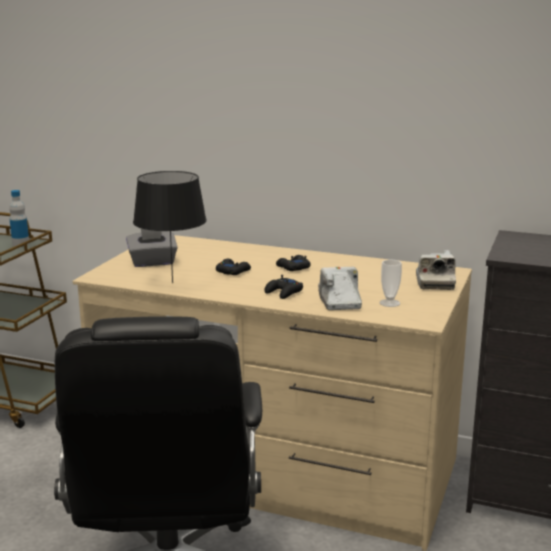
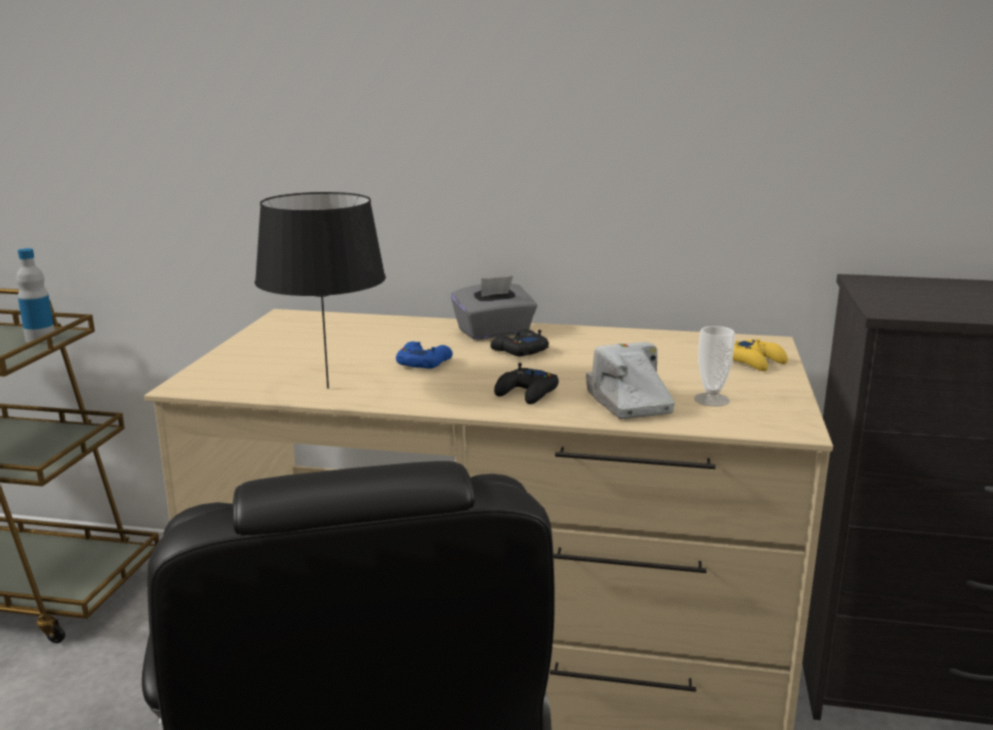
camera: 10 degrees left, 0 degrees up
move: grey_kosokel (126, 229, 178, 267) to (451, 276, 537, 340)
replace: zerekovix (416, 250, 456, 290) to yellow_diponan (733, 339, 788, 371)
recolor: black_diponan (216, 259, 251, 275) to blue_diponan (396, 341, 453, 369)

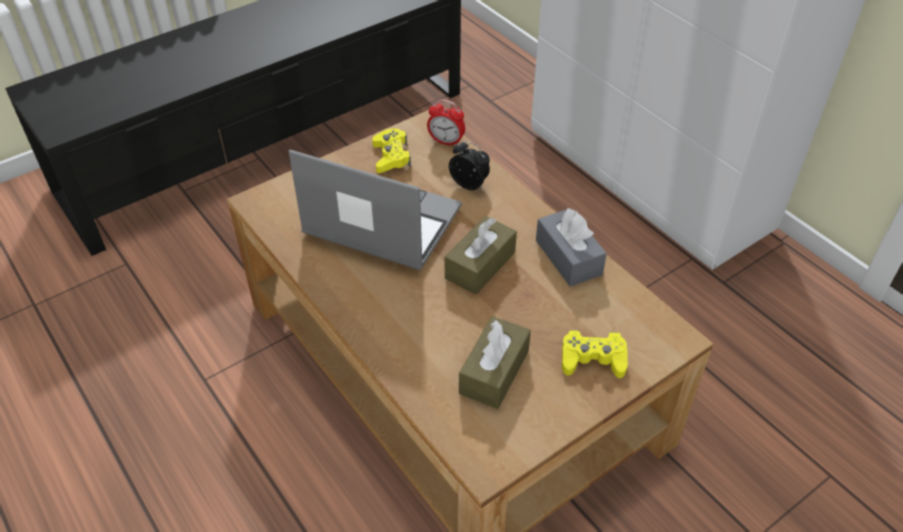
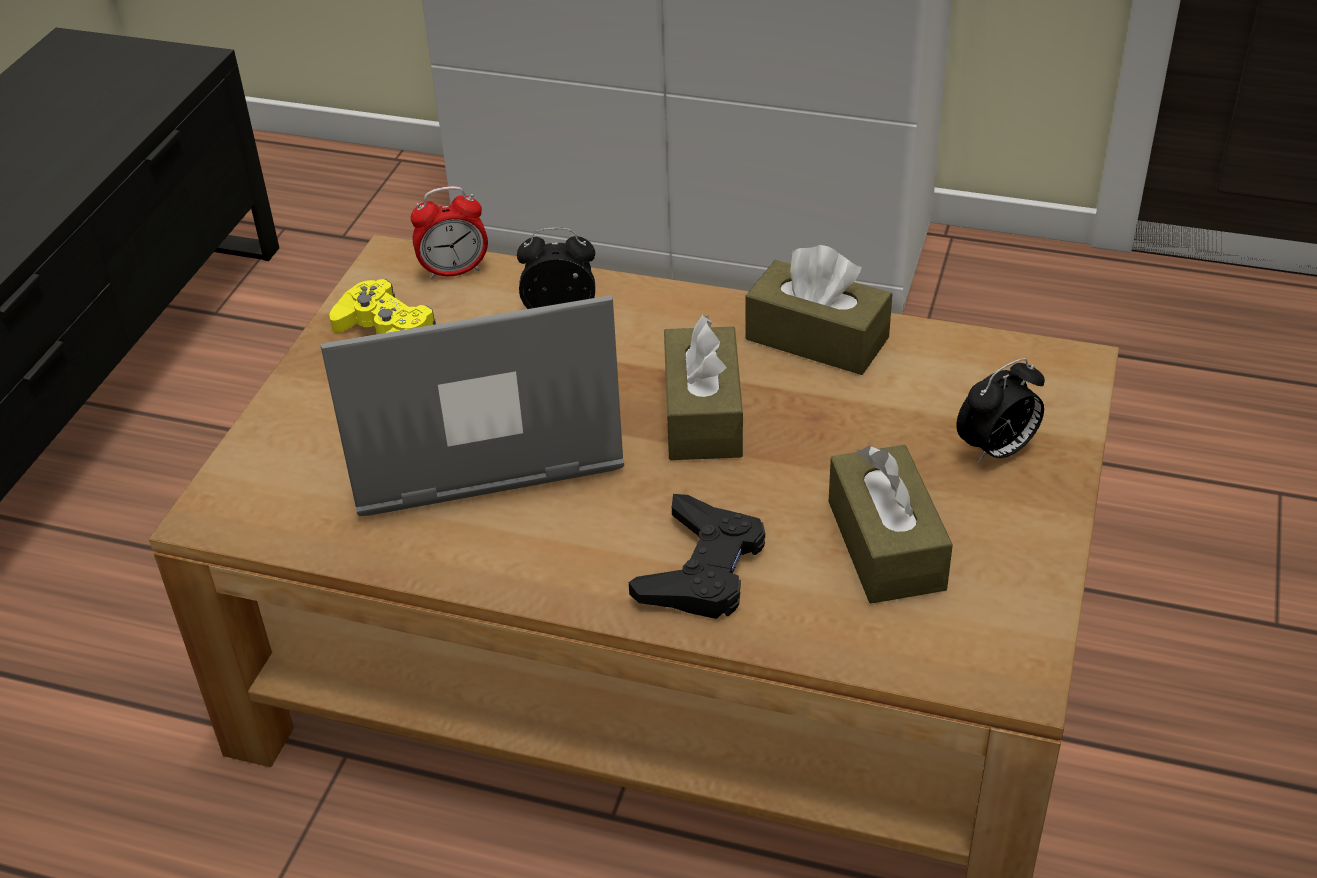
camera: 35 degrees left, 5 degrees down
insert: black_diponan (629, 494, 765, 619)
replace: yellow_diponan (562, 330, 628, 378) to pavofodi (957, 358, 1045, 464)
recolor: grey_kosokel (536, 208, 607, 287) to brown_kosokel (745, 245, 892, 375)

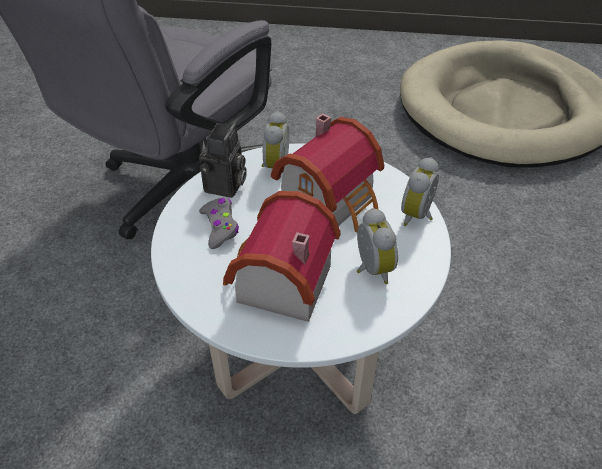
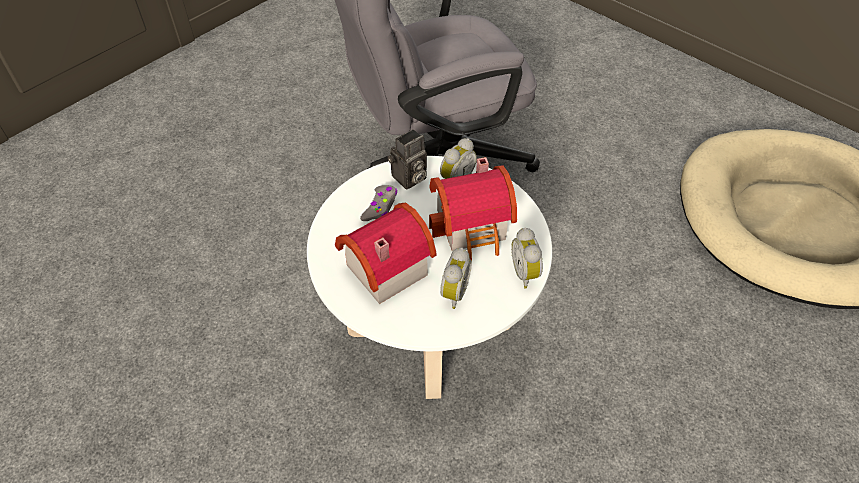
camera: 35 degrees right, 5 degrees up
rotate: pavofodi (401, 157, 439, 226) = (511, 228, 543, 289) 75 degrees counterclockwise

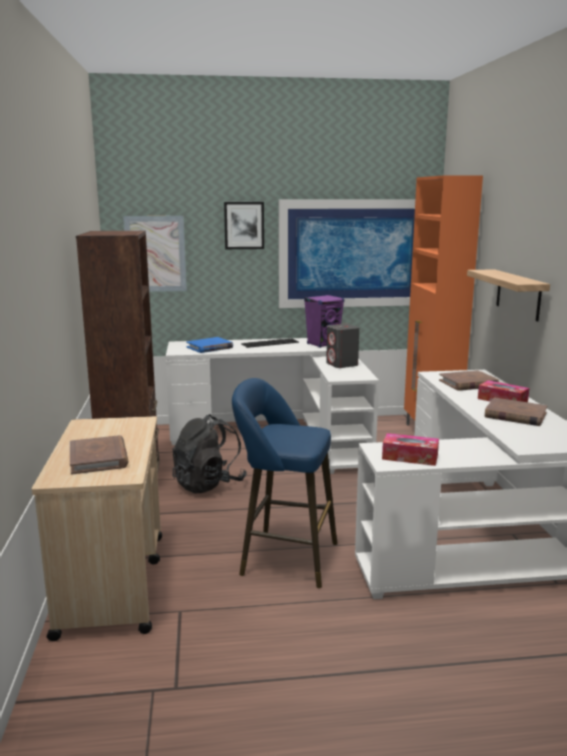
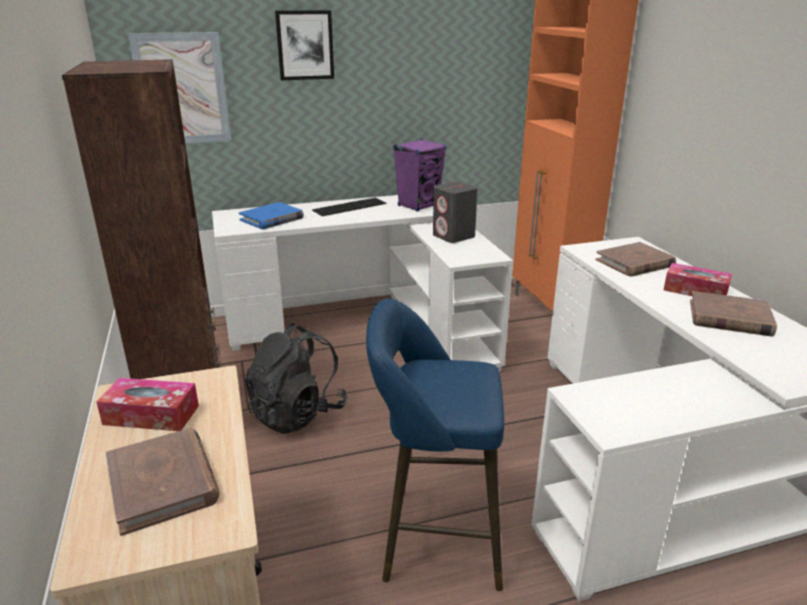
camera: 10 degrees left, 10 degrees up
delete: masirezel (278, 199, 415, 308); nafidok (467, 269, 550, 321)
move: kosokel (382, 433, 439, 466) to (96, 378, 199, 431)

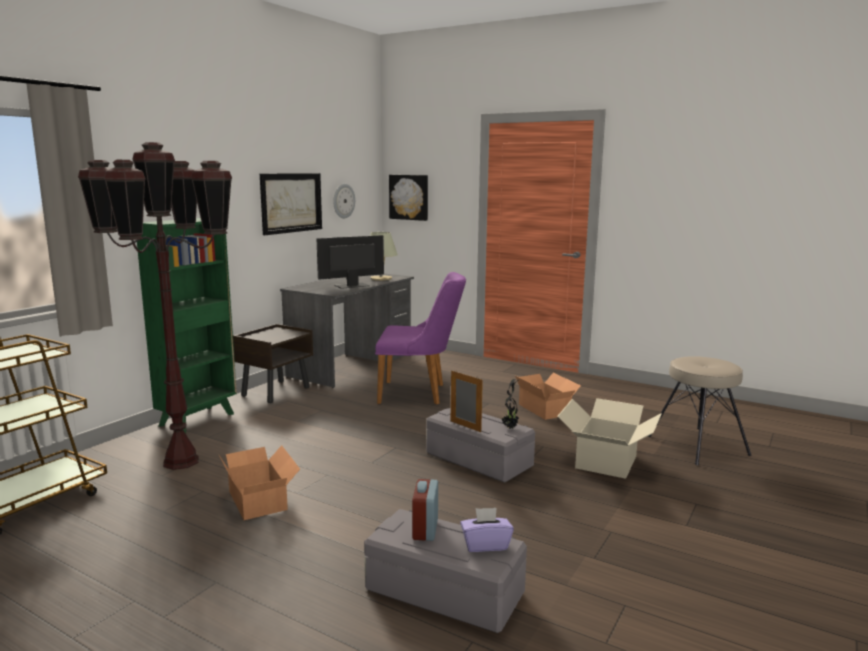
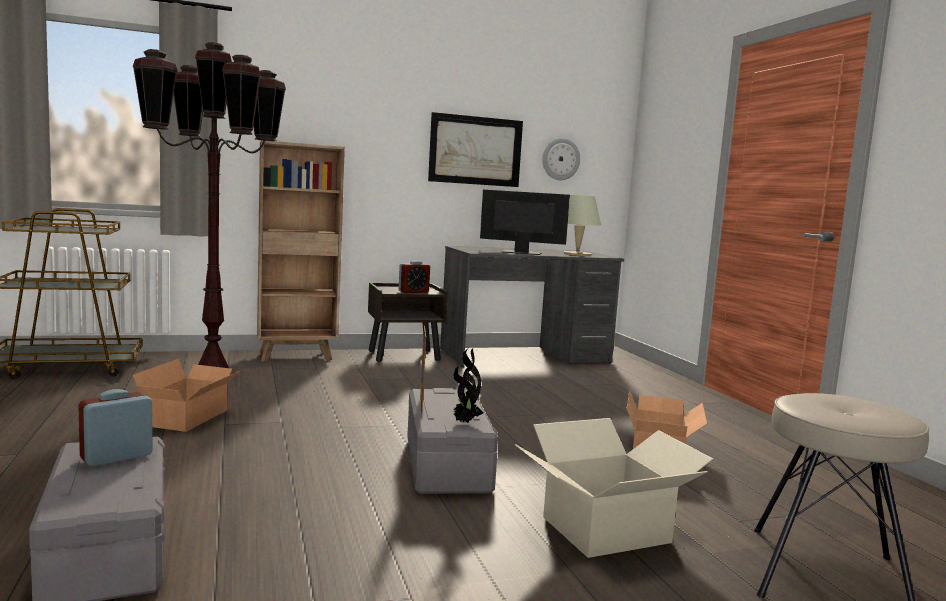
camera: 40 degrees right, 5 degrees down
delete: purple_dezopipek (375, 272, 466, 404); masirezel (389, 175, 428, 221); purple_kosokel (460, 508, 514, 552)
insert: pavofodi (399, 261, 430, 293)
recolor: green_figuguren (137, 218, 237, 434) to brown_figuguren (257, 140, 345, 362)

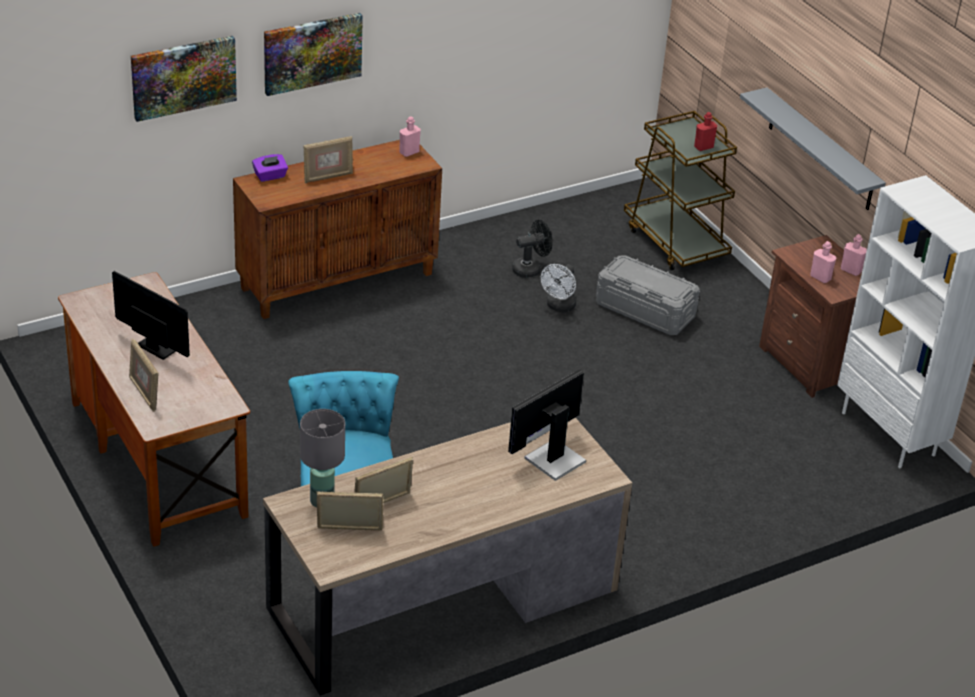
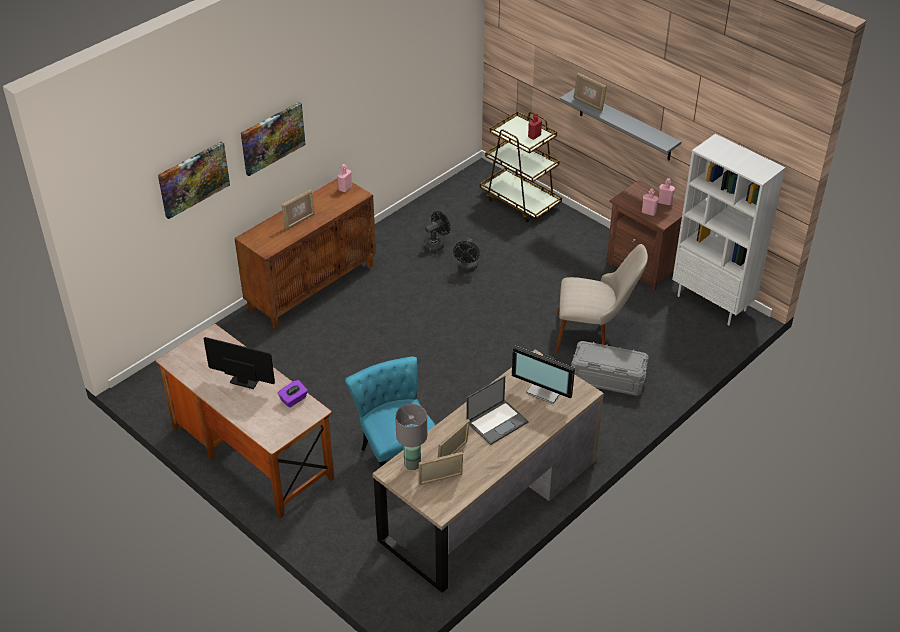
camera: 15 degrees left, 5 degrees up
insert: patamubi (466, 376, 528, 445); beige_dezopipek (555, 244, 648, 353)
move: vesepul (129, 339, 158, 412) to (573, 73, 607, 111); purple_kosokel (252, 154, 288, 182) to (278, 380, 308, 408); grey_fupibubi (596, 255, 700, 335) to (571, 341, 649, 396)
recolor: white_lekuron (541, 264, 576, 312) to black_lekuron (453, 238, 480, 272)
rotate: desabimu (508, 369, 586, 481) = (512, 346, 575, 404) 90 degrees counterclockwise

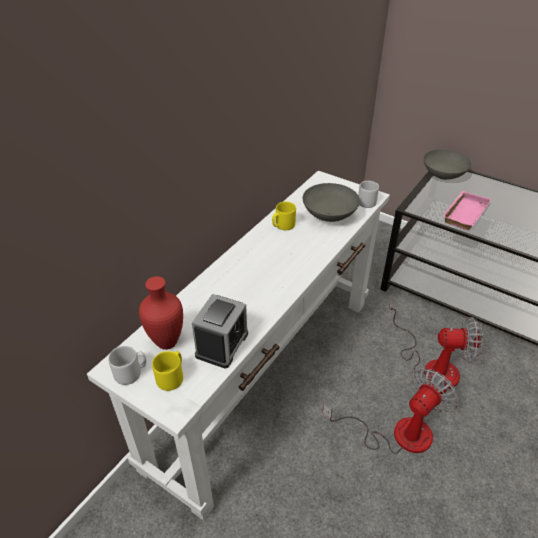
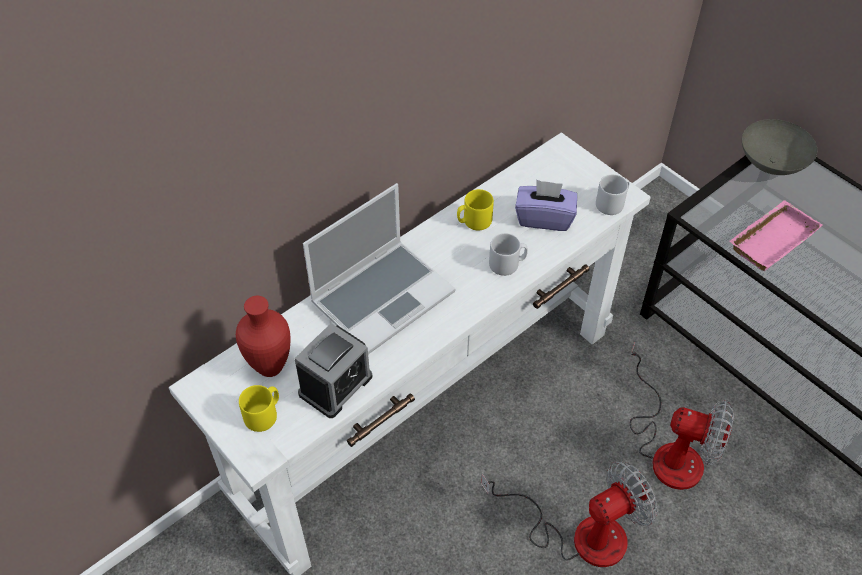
camera: 15 degrees right, 10 degrees up
insert: patamubi (303, 183, 455, 354)
move: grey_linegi (108, 346, 146, 385) to (489, 233, 528, 276)
replace: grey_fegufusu (303, 183, 360, 222) to purple_kosokel (515, 180, 577, 231)

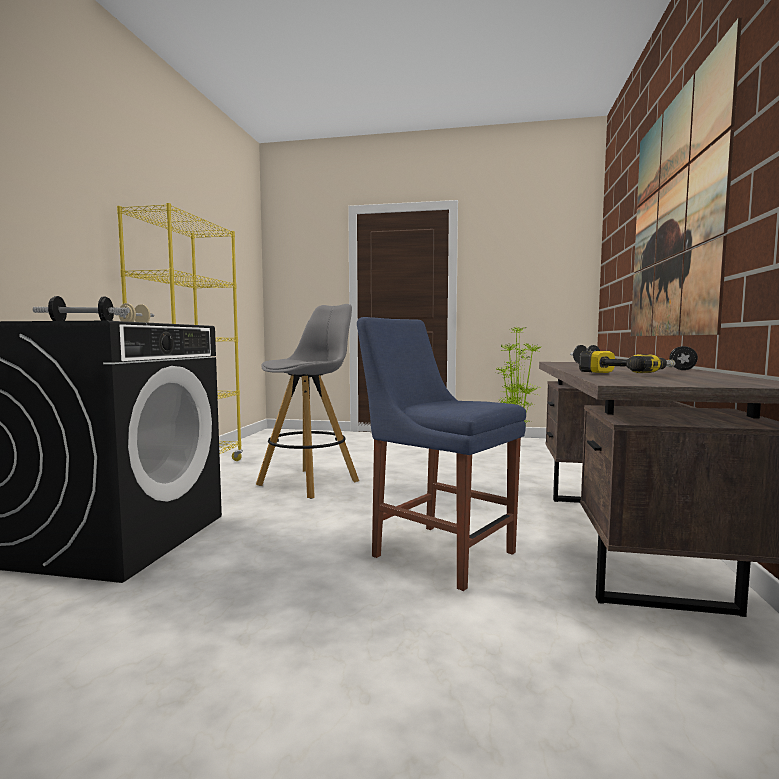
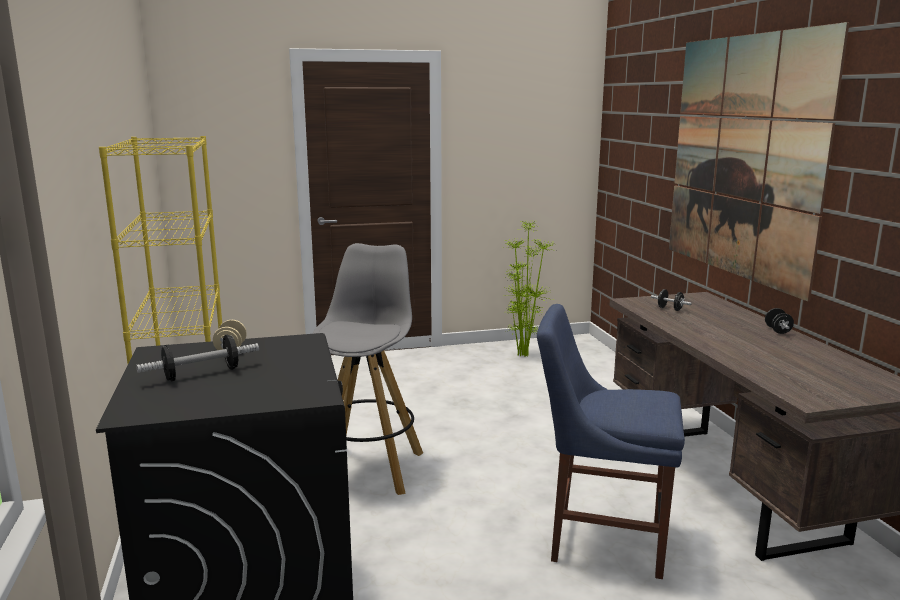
camera: 25 degrees left, 10 degrees up
delete: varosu (579, 351, 675, 373)

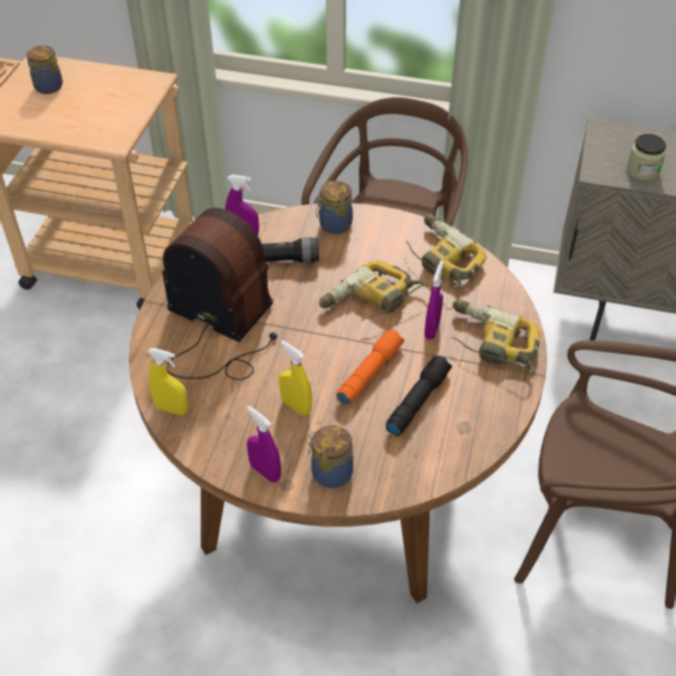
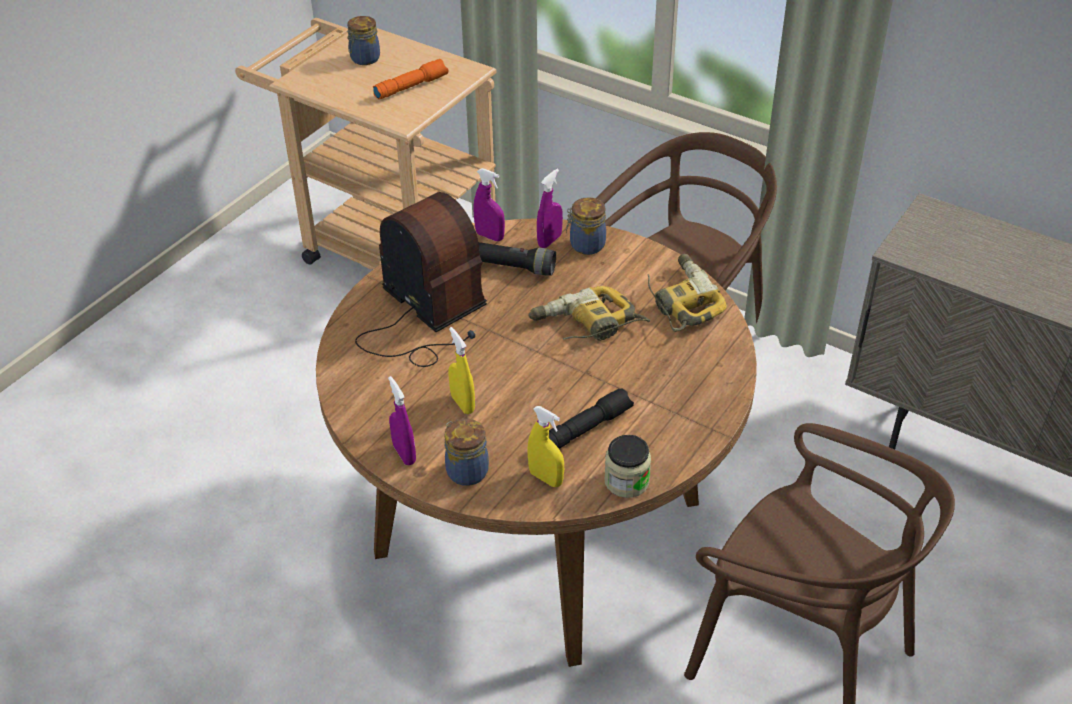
camera: 20 degrees right, 5 degrees down
delete: varosu (452, 300, 540, 375)
move: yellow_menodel (148, 348, 188, 415) to (527, 406, 564, 487); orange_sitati (336, 329, 404, 406) to (373, 59, 448, 99); purple_menodel (424, 260, 444, 340) to (537, 169, 563, 248); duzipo (626, 134, 666, 181) to (604, 435, 651, 498)

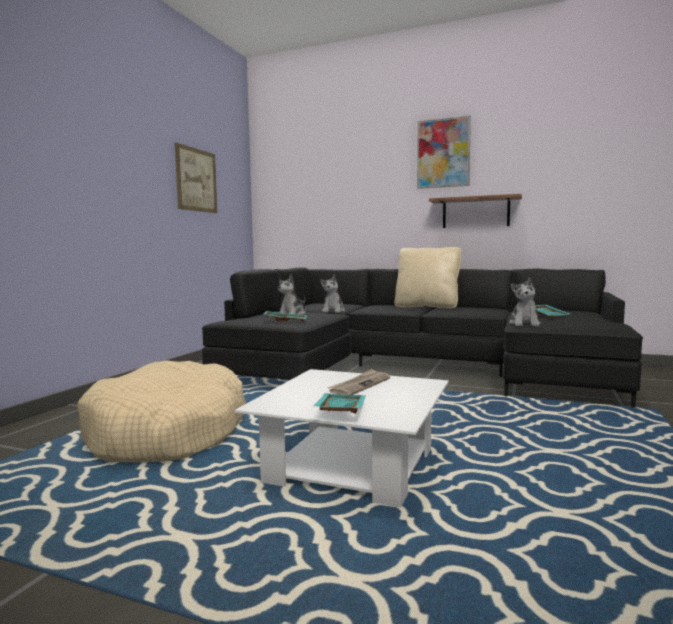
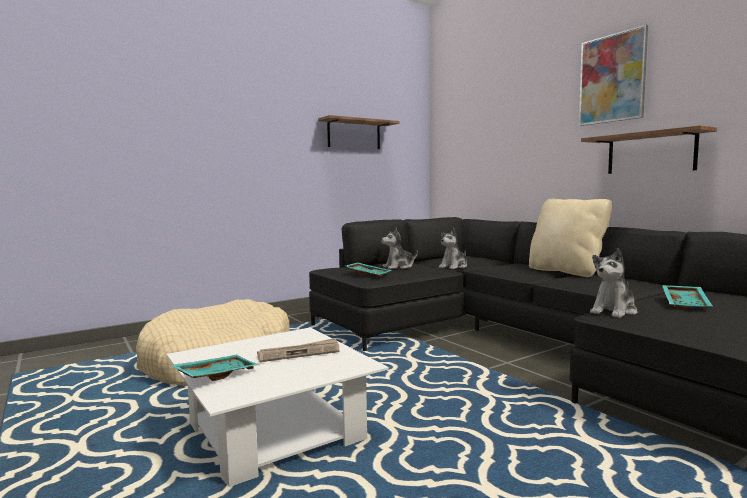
camera: 35 degrees right, 0 degrees up
replace: masirezel (175, 143, 217, 213) to nafidok (318, 115, 400, 149)

